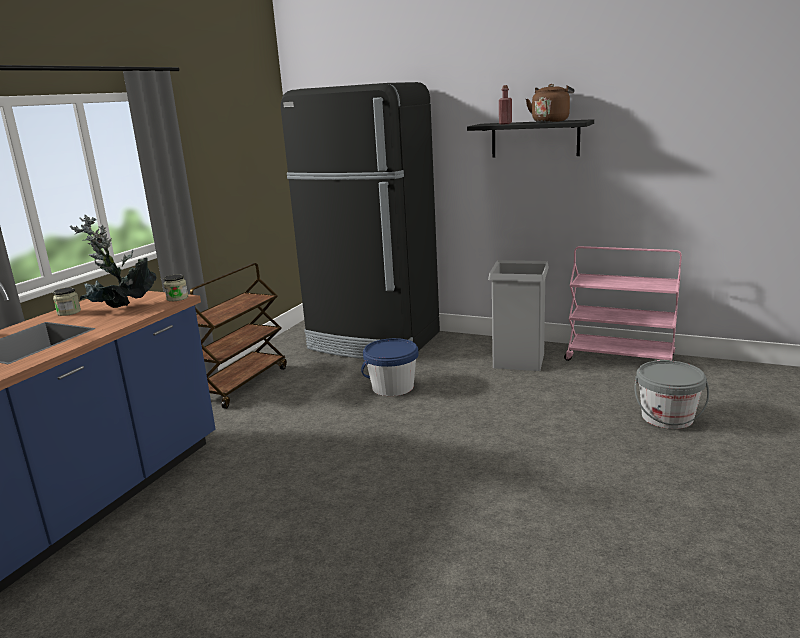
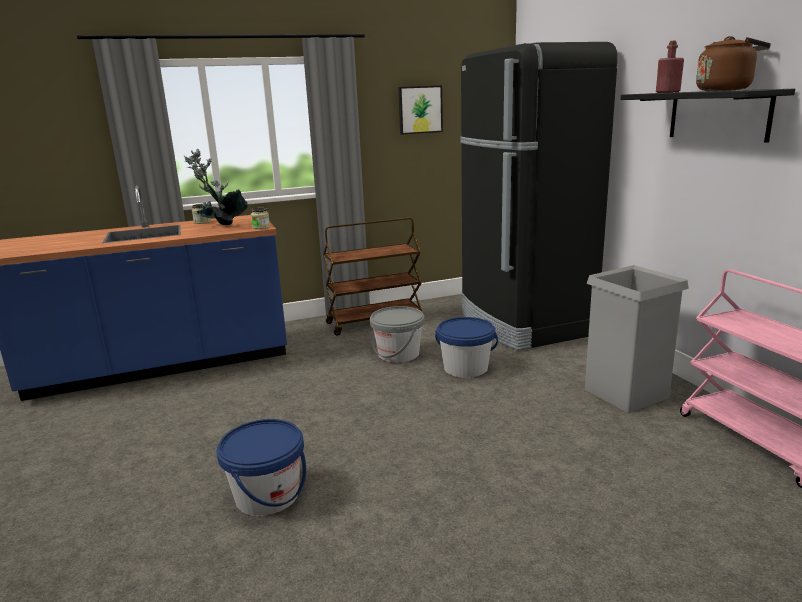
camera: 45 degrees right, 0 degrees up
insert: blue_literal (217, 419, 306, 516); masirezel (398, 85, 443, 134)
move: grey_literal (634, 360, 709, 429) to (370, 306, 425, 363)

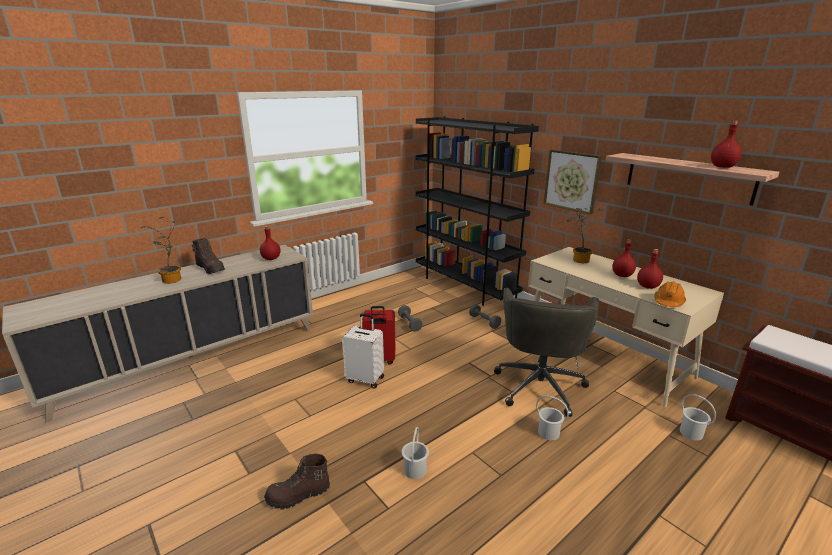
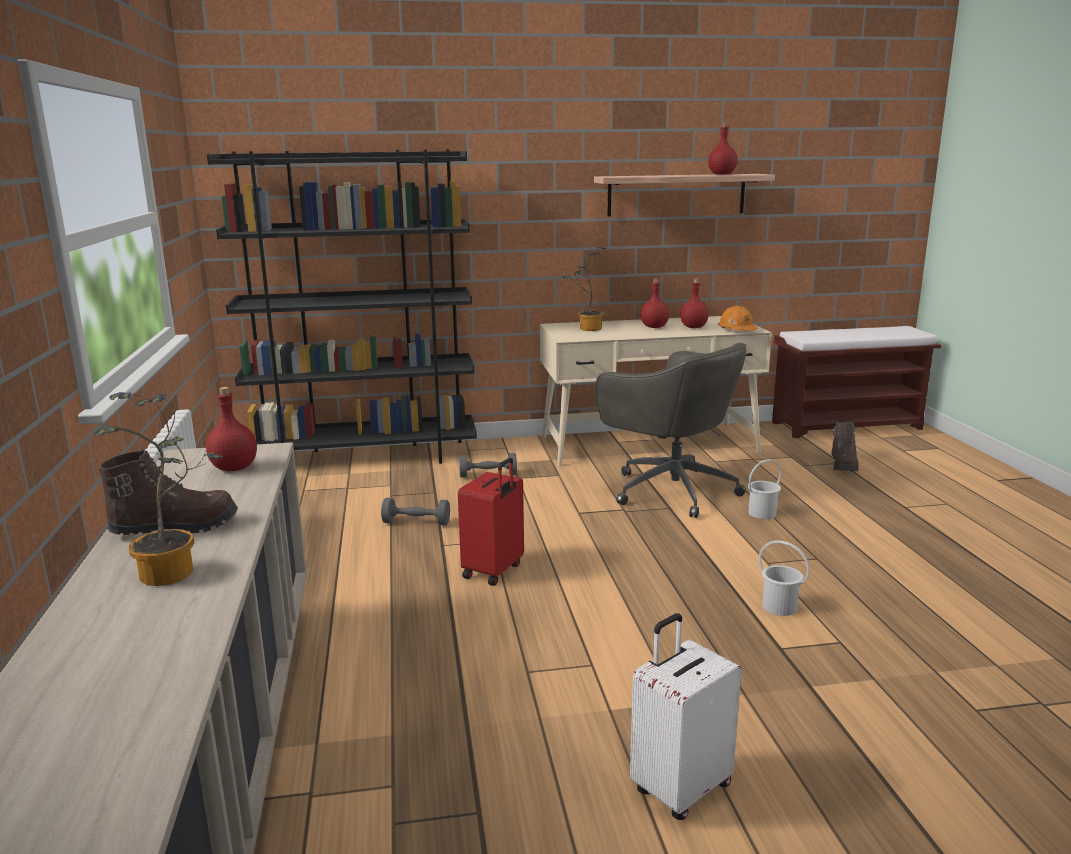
camera: 60 degrees left, 5 degrees down
delete: masirezel (544, 149, 602, 215); white_literal (680, 394, 716, 440)
move: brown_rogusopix (264, 453, 330, 510) to (831, 421, 859, 471); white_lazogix (342, 314, 384, 389) to (630, 613, 742, 820)

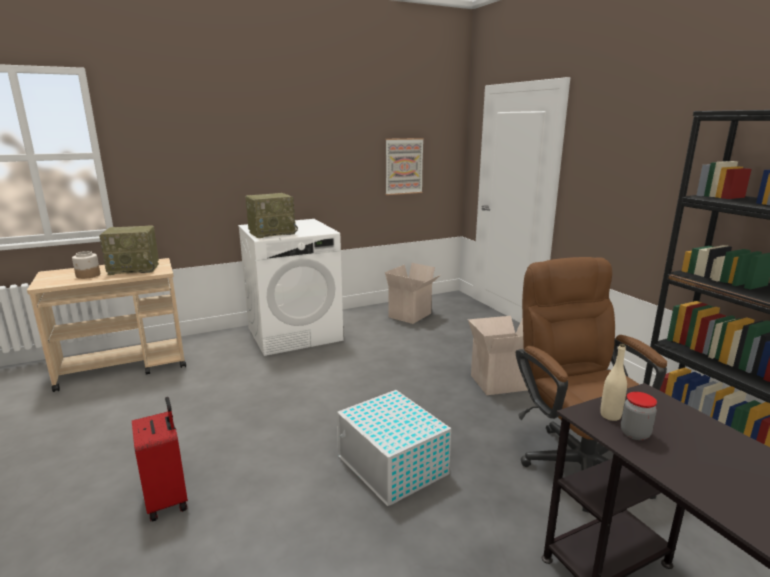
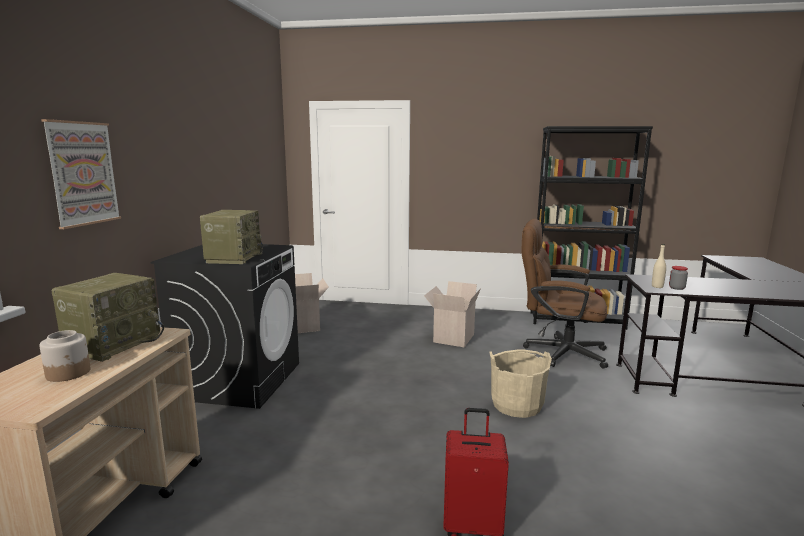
camera: 55 degrees left, 5 degrees down
move: masirezel (386, 138, 424, 195) to (41, 119, 121, 229)
replace: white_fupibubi (337, 390, 451, 506) to beige_literal (489, 350, 552, 418)
recolor: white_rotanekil (238, 219, 343, 356) to black_rotanekil (151, 244, 299, 409)

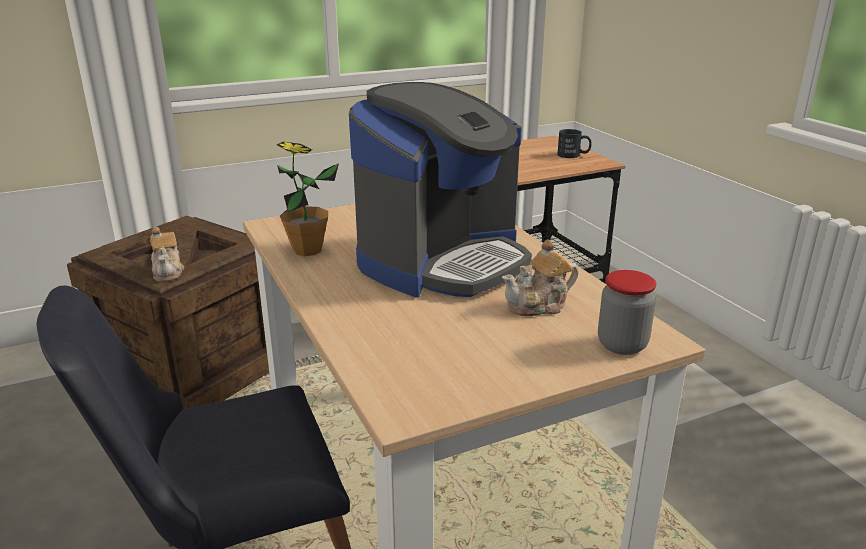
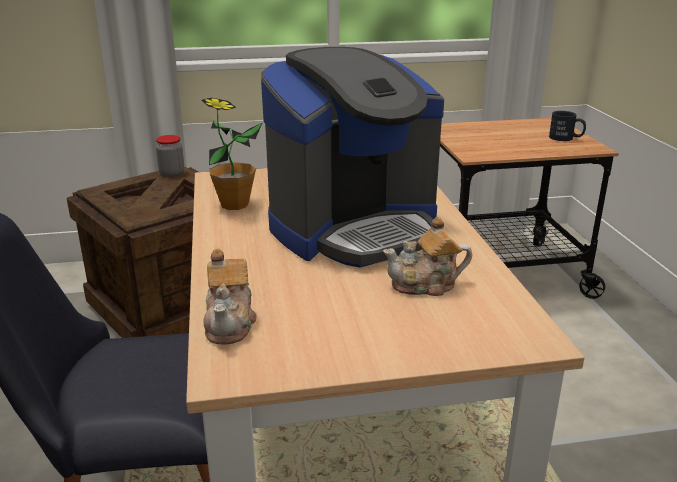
camera: 15 degrees right, 0 degrees up
move: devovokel (150, 227, 184, 282) to (203, 248, 256, 344); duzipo (598, 270, 656, 355) to (156, 135, 184, 177)

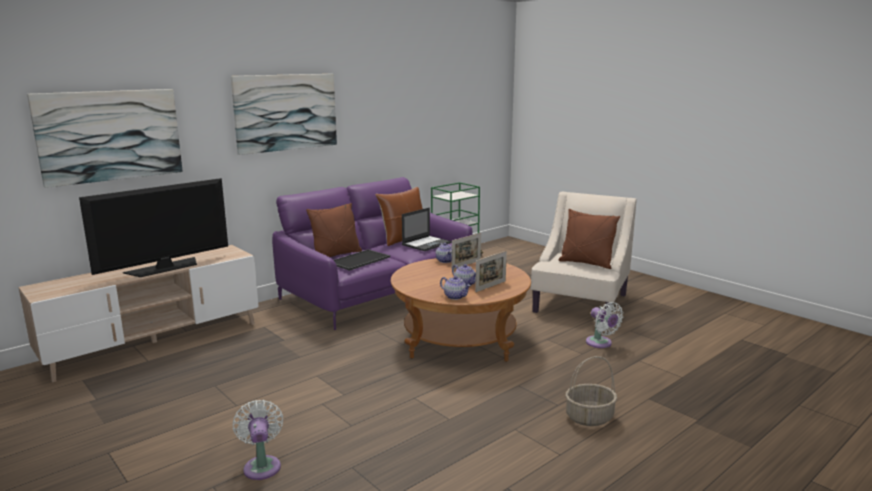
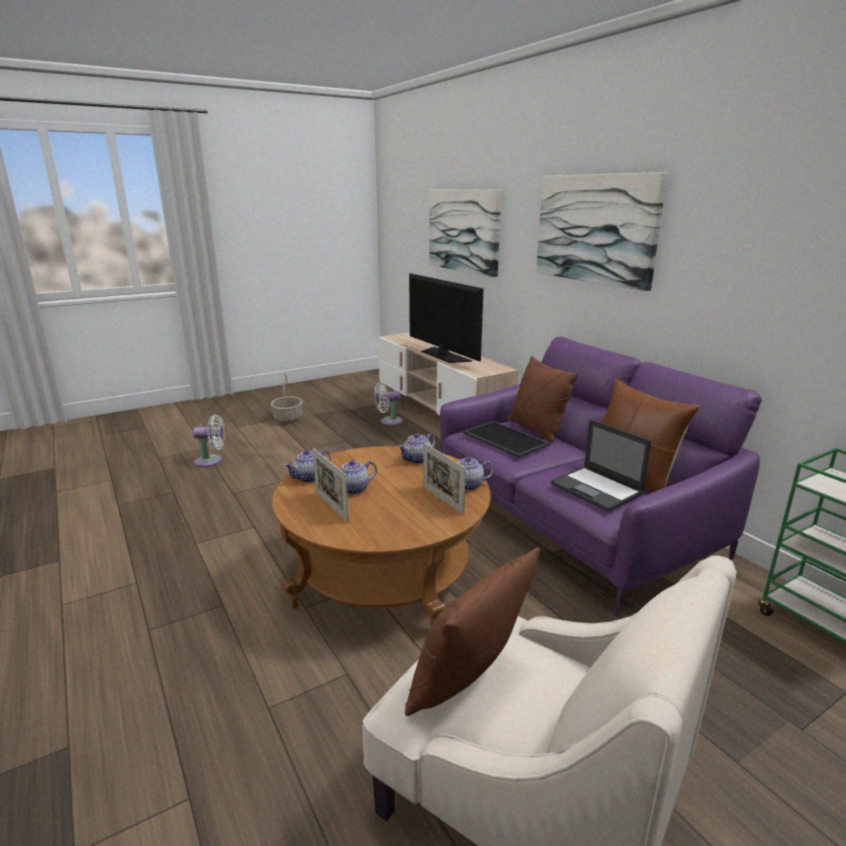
camera: 100 degrees right, 5 degrees up
insert: devovokel (398, 433, 436, 464)
move: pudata (565, 356, 617, 426) to (271, 374, 303, 424); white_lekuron (586, 302, 623, 348) to (374, 383, 403, 426)

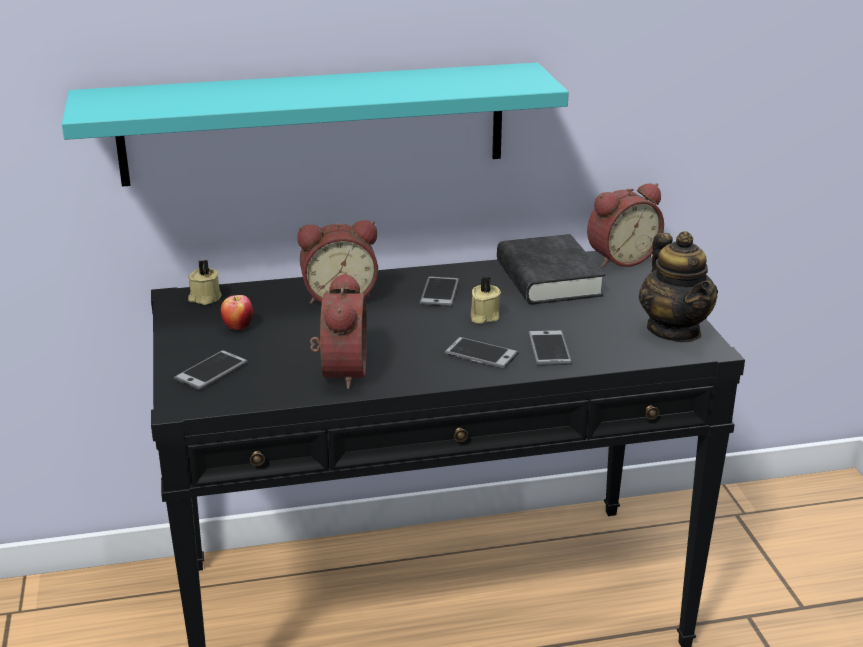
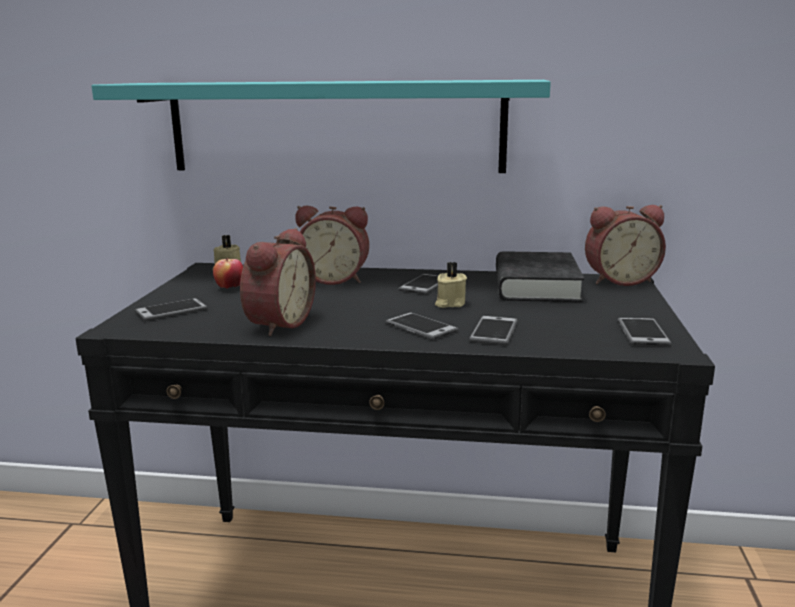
camera: 20 degrees right, 10 degrees down
replace: devovokel (639, 231, 718, 342) to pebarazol (618, 318, 672, 346)

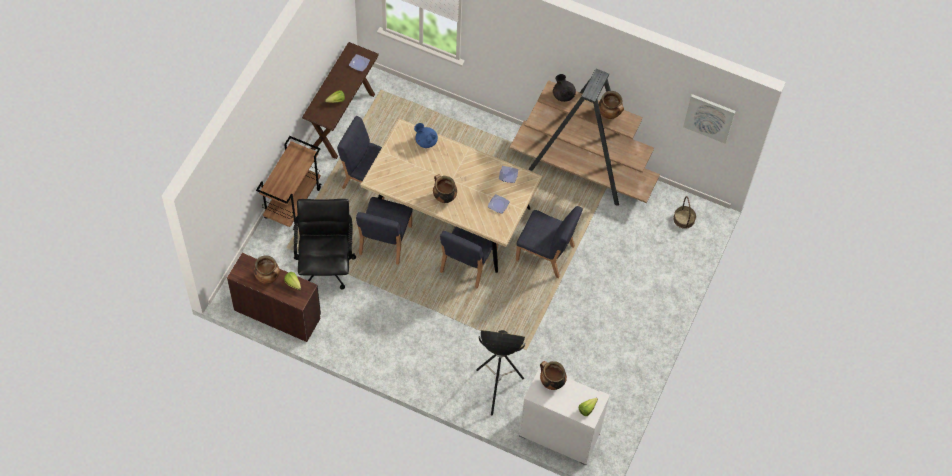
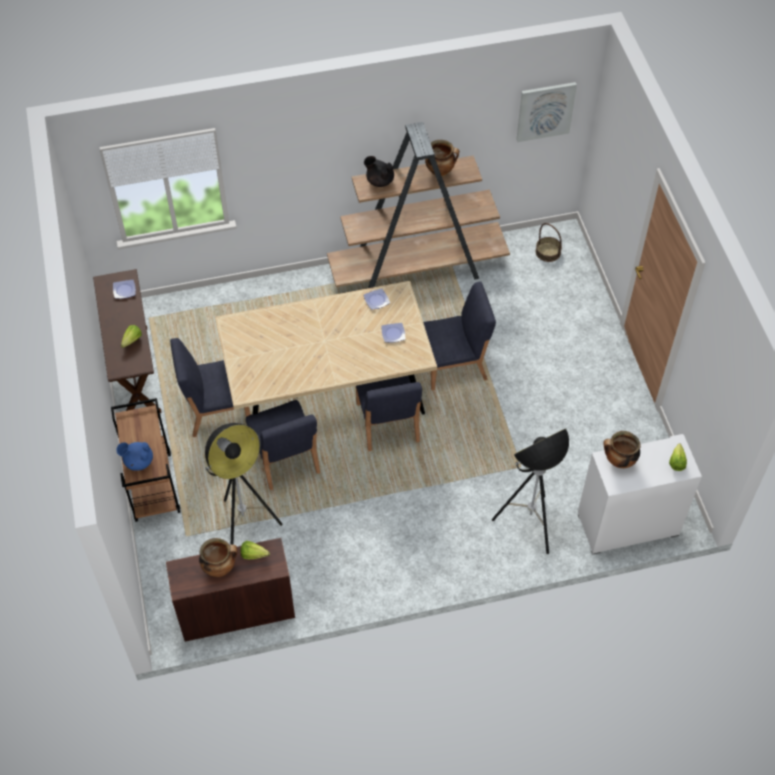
camera: 35 degrees left, 5 degrees down
delete: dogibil (433, 174, 457, 203)
move: blue_devovokel (414, 123, 438, 148) to (116, 442, 153, 471)
replace: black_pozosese (294, 199, 356, 289) to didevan (205, 423, 283, 545)

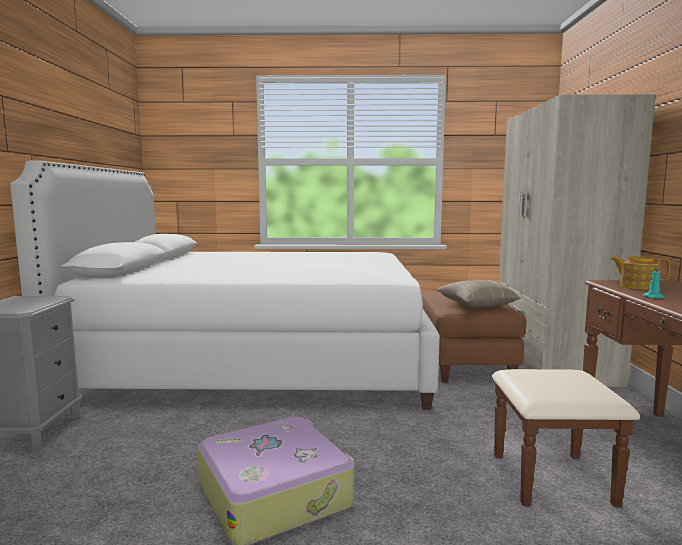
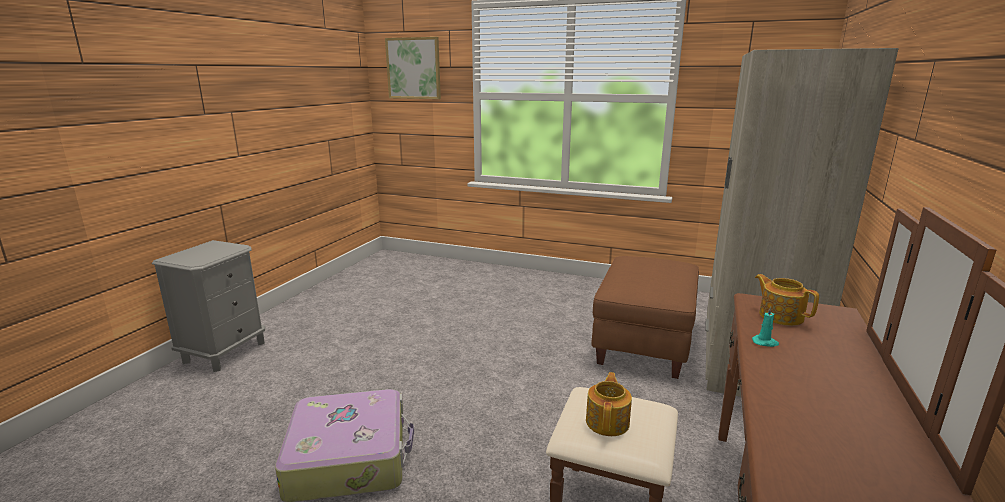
camera: 20 degrees right, 10 degrees up
delete: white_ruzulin (10, 160, 440, 410); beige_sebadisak (437, 280, 521, 308)
insert: masirezel (385, 37, 441, 99); devovokel (586, 372, 632, 436)

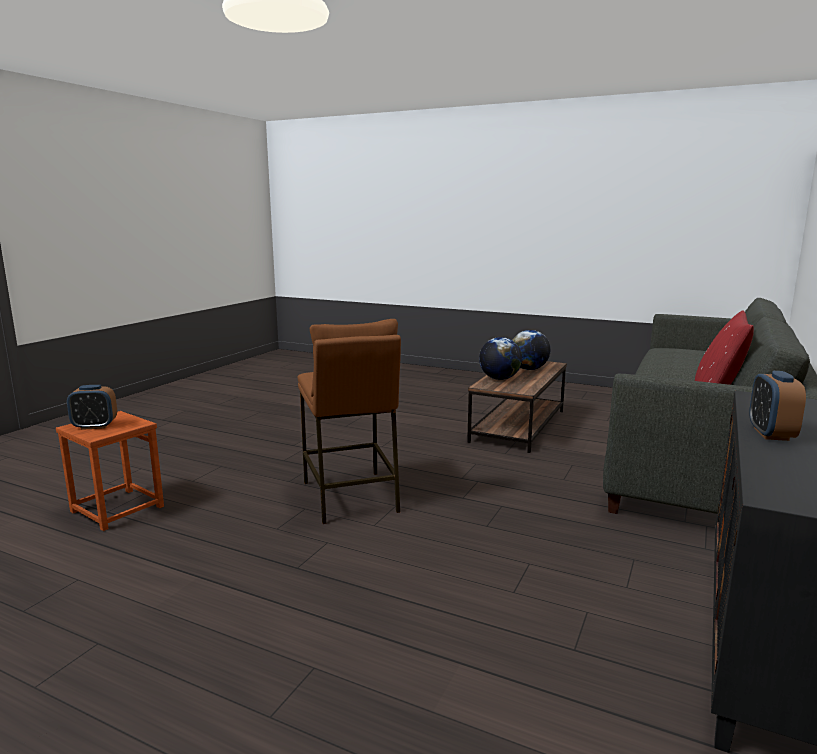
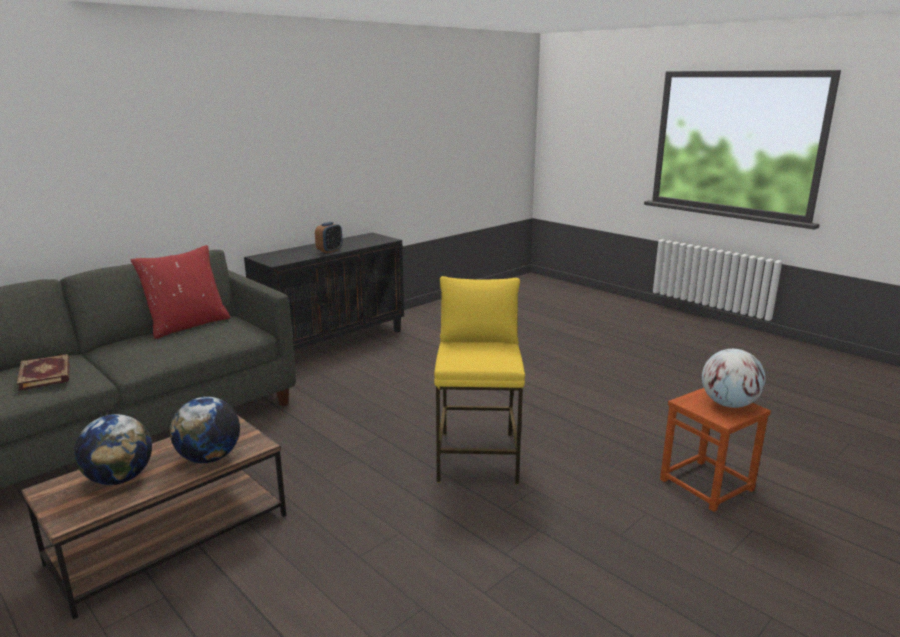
camera: 160 degrees left, 5 degrees up
insert: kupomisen (17, 354, 70, 391)
replace: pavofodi (67, 385, 117, 430) to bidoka (702, 349, 766, 408)
recolor: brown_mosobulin (298, 319, 401, 524) to yellow_mosobulin (434, 276, 525, 484)

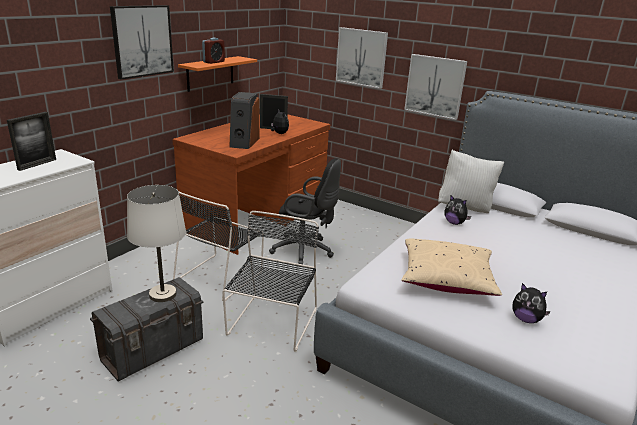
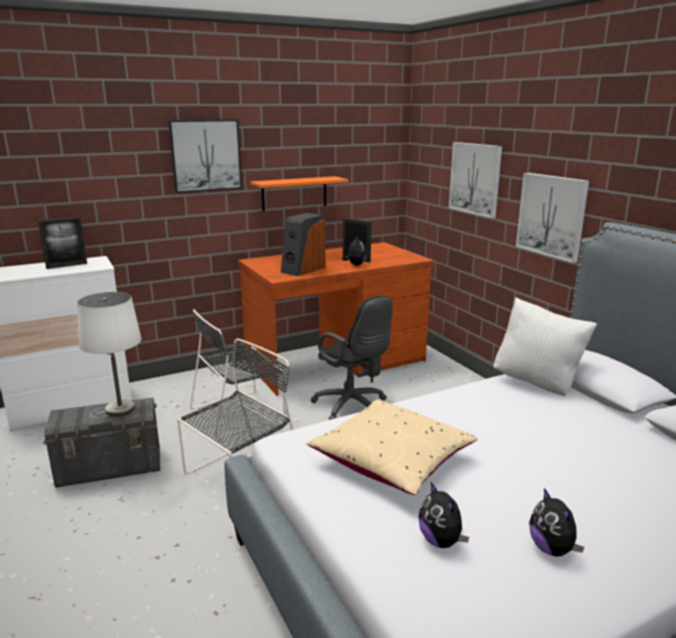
camera: 30 degrees right, 5 degrees down
delete: pavofodi (202, 38, 225, 64)
move: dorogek (444, 195, 471, 225) to (529, 488, 585, 557)

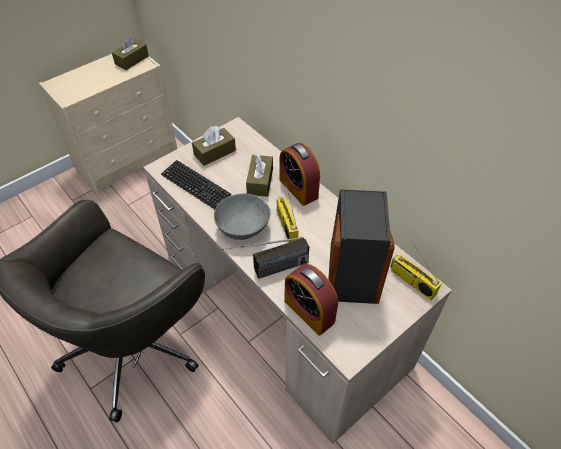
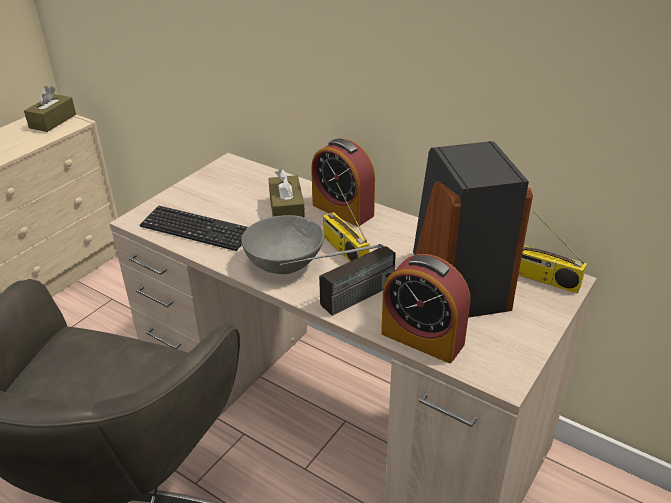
camera: 15 degrees left, 15 degrees down
delete: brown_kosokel (192, 126, 236, 166)

